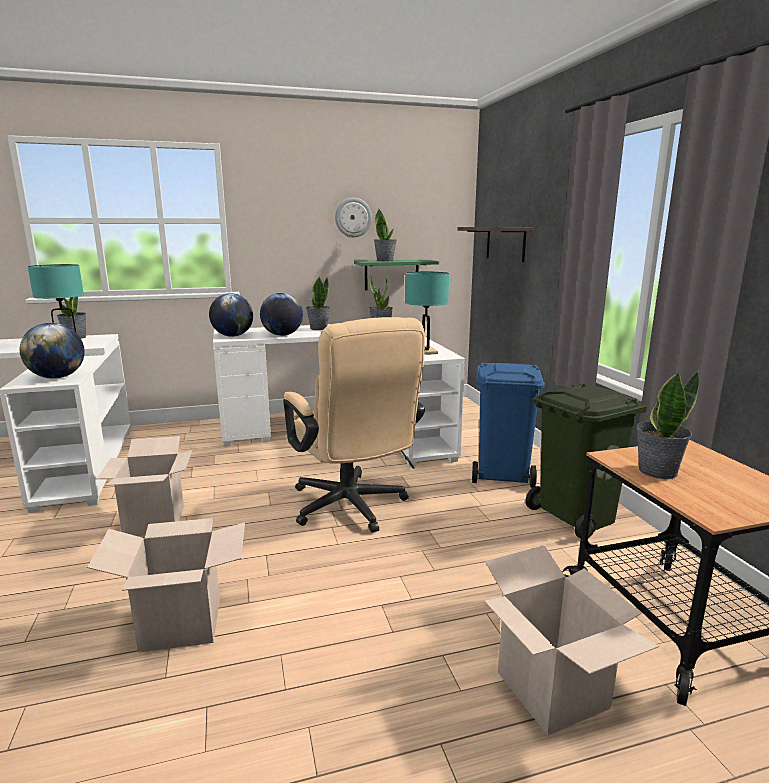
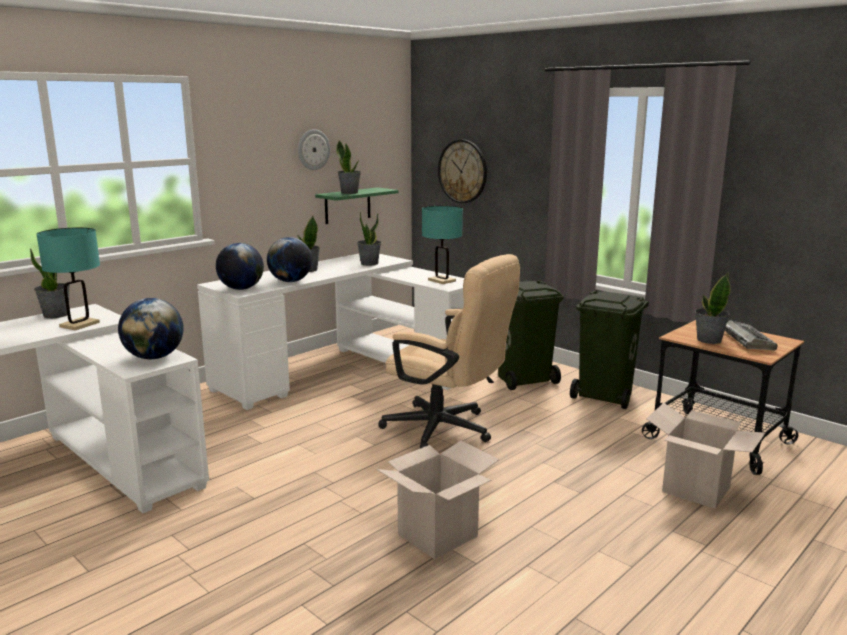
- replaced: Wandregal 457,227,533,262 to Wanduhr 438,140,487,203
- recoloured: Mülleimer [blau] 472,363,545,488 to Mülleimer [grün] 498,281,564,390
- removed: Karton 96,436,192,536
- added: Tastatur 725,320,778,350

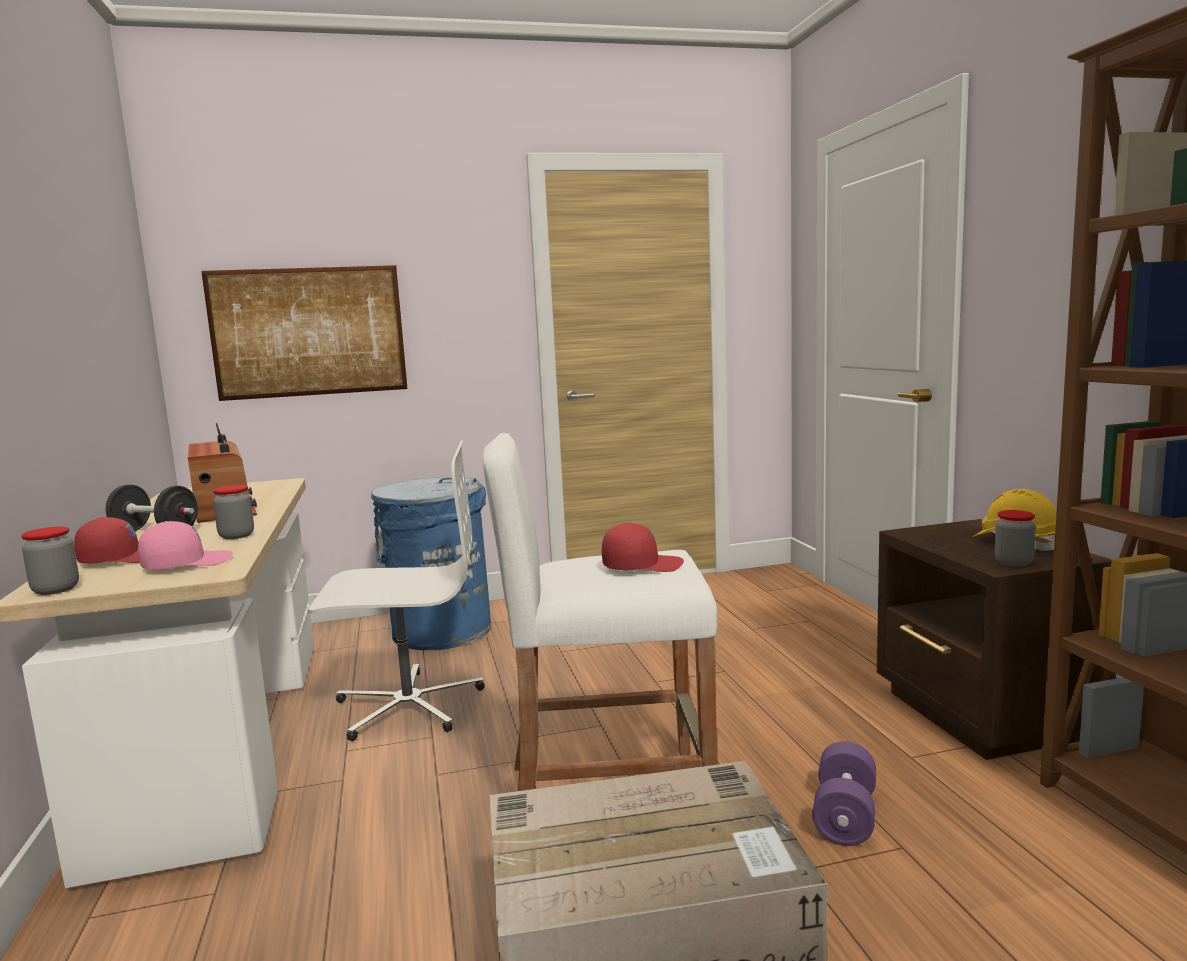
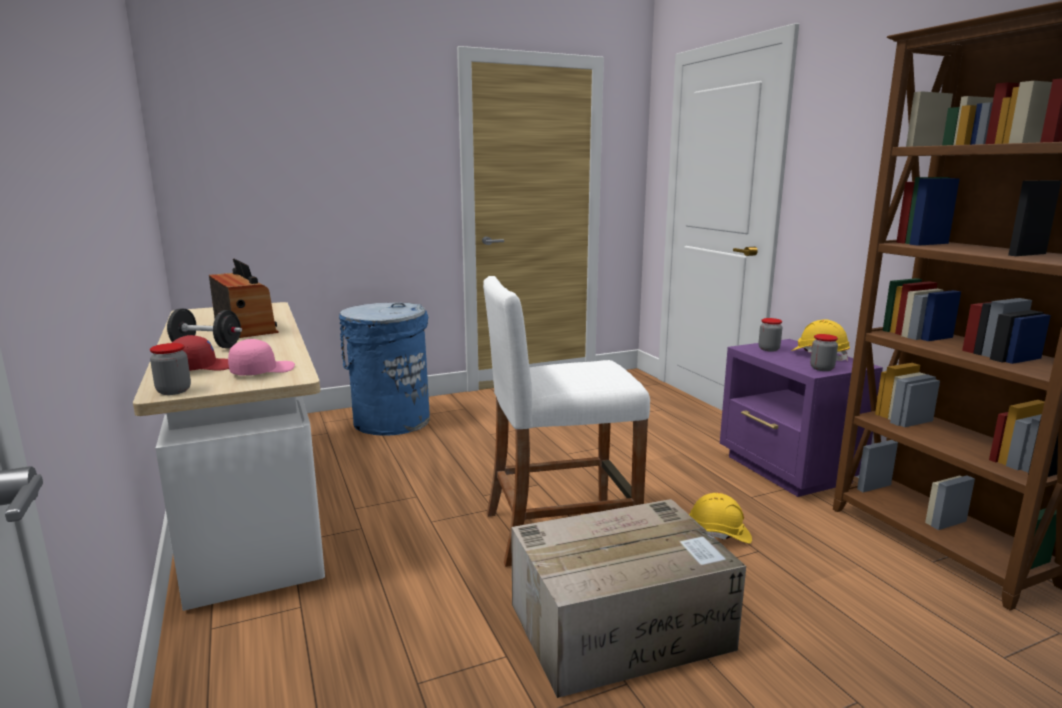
- removed: Bild 201,265,407,401
- removed: Bürostuhl [weiß] 308,441,484,741
- moved: Vorratsglas 213,485,254,539 to 758,318,782,352
- recoloured: Nachttisch [braun] 877,519,1112,760 to Nachttisch [lila] 720,339,883,497
- removed: Kappe [rot] 602,523,684,572
- replaced: Hantel [lila] 812,741,876,846 to Schutzhelm [gelb] 689,493,752,544

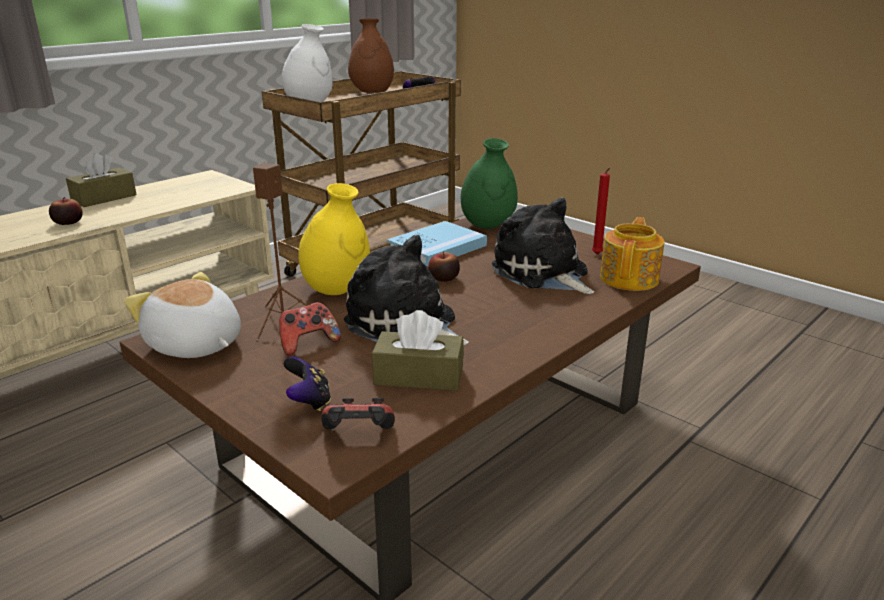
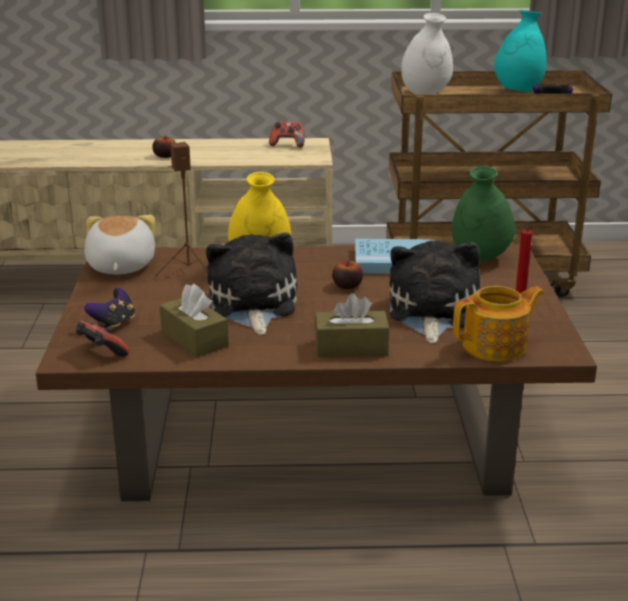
- recoloured: Vase [braun] 348,18,394,93 to Vase [türkis] 494,10,547,92
- moved: Taschentuchbox [braun] 66,153,137,207 to 314,293,390,357
- moved: Gamepad 279,302,341,355 to 269,121,304,148

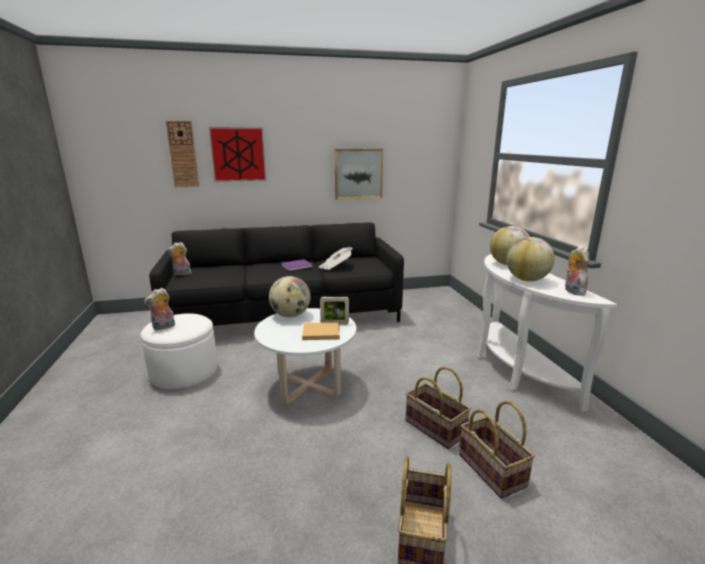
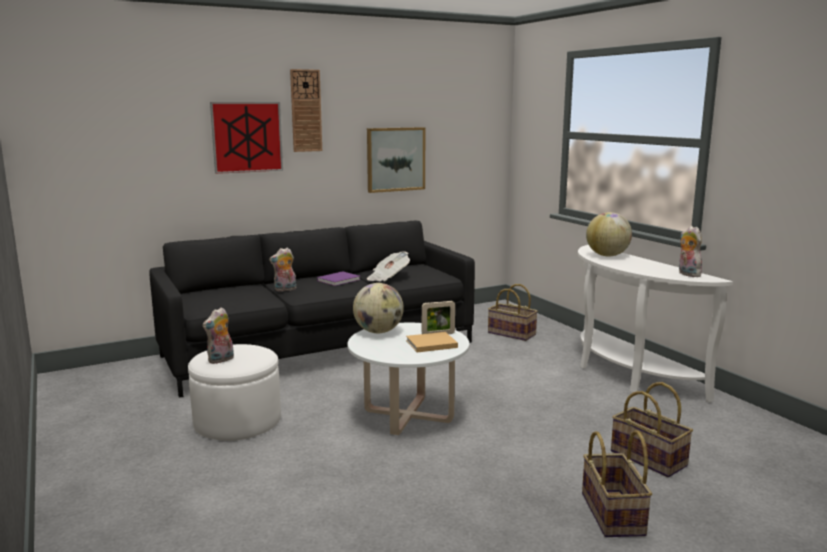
- moved: Wanduhr 166,121,199,187 to 290,69,322,152
- removed: Globus 506,237,555,281
- moved: Plüschtier 167,242,191,275 to 269,248,296,291
- moved: Korb 406,366,471,449 to 488,284,538,341

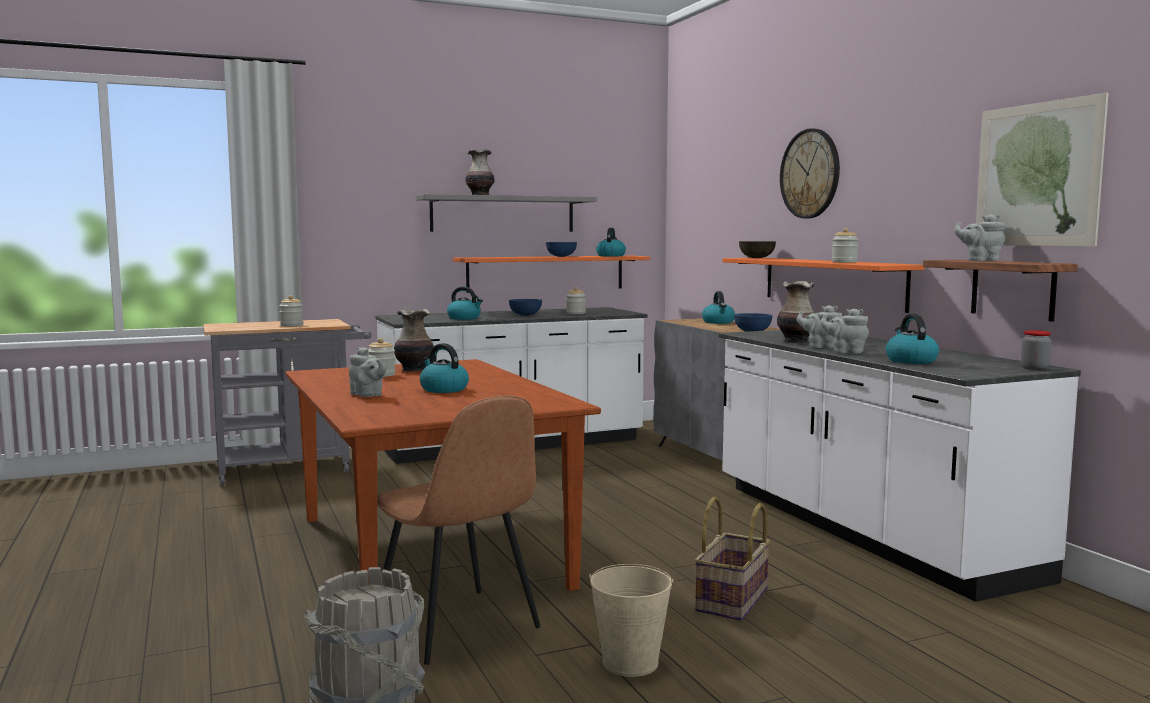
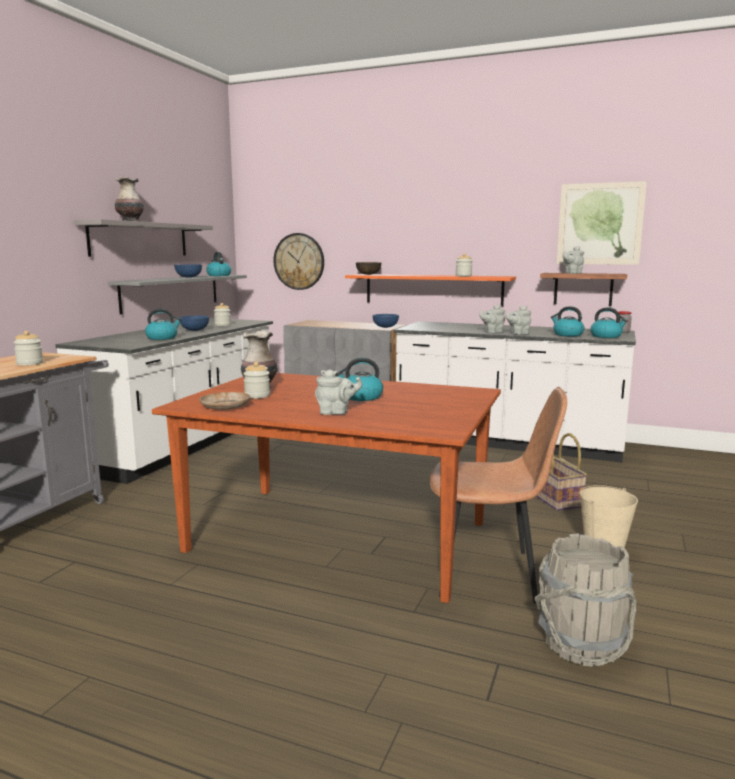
- moved: Wanduhr 780,128,840,219 to 273,233,324,290
- recoloured: Wandregal [orange] 453,256,650,293 to Wandregal [grau] 108,275,247,314
- removed: Vase 777,281,814,343
- moved: Wasserkessel 702,291,735,324 to 590,307,628,338
- added: Teller [beige] 200,392,250,410

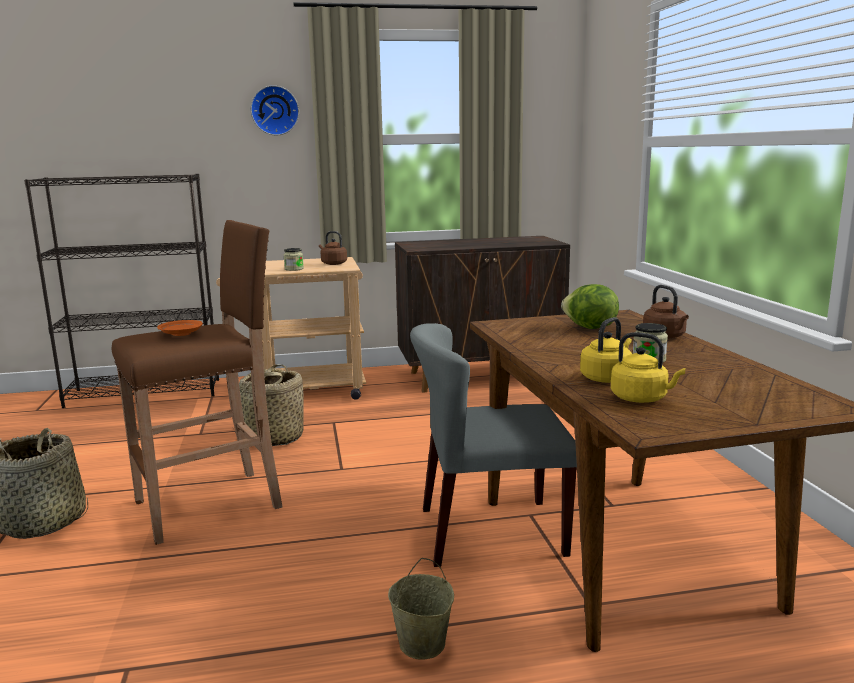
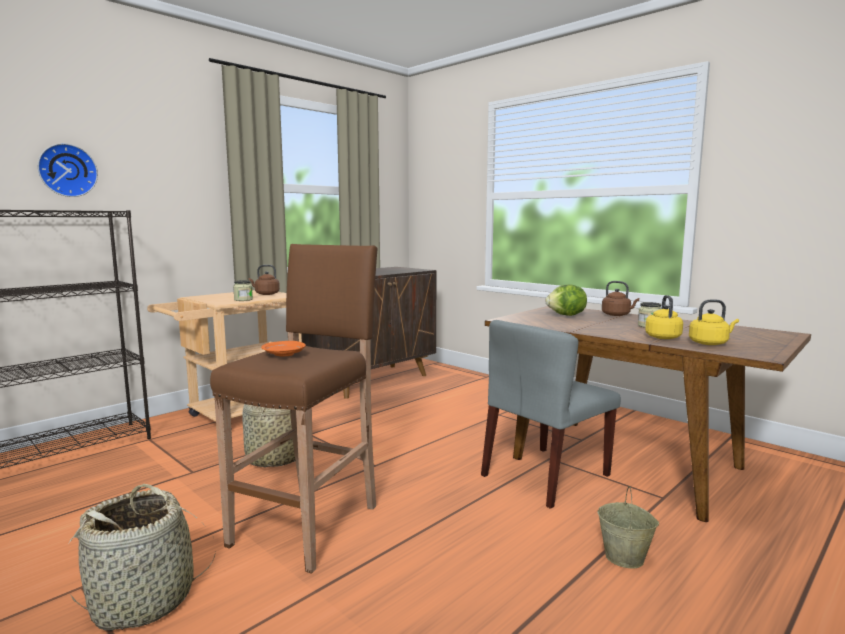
- moved: Wanduhr 250,85,299,135 to 37,143,98,197

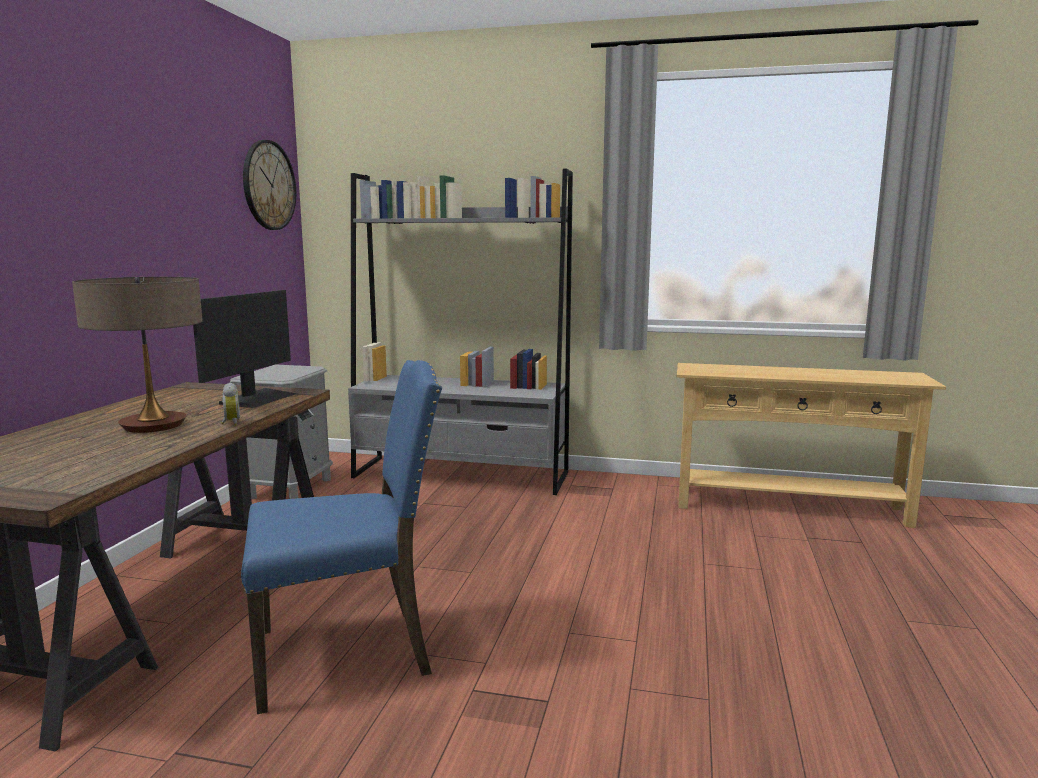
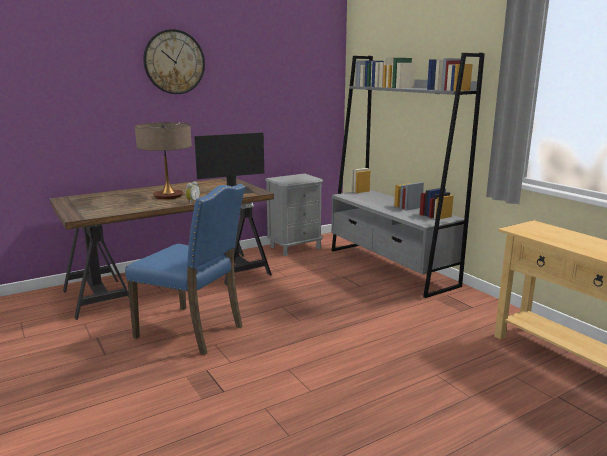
- moved: Wanduhr 243,140,296,230 to 143,29,205,94

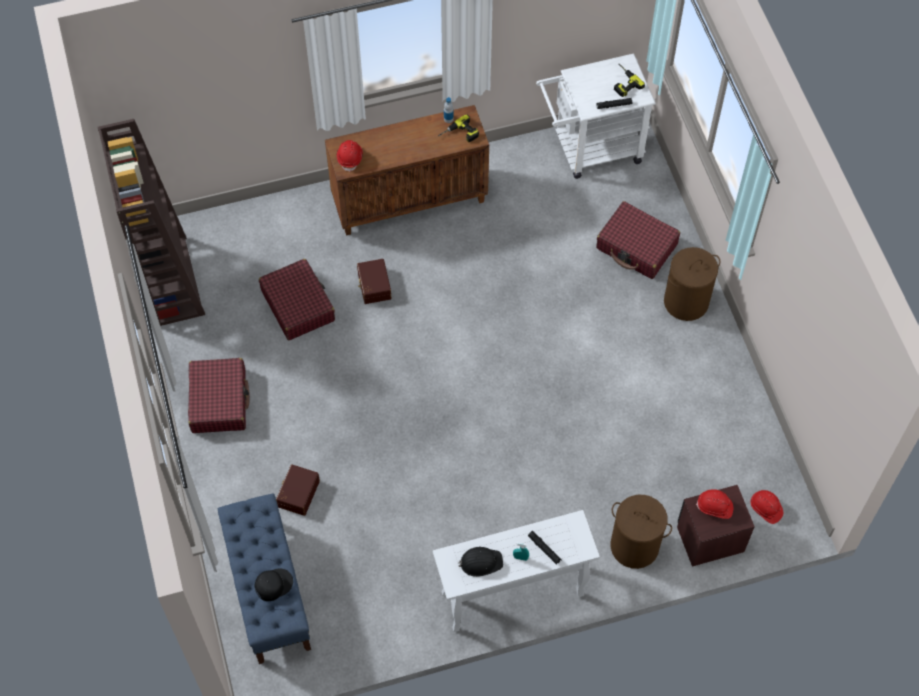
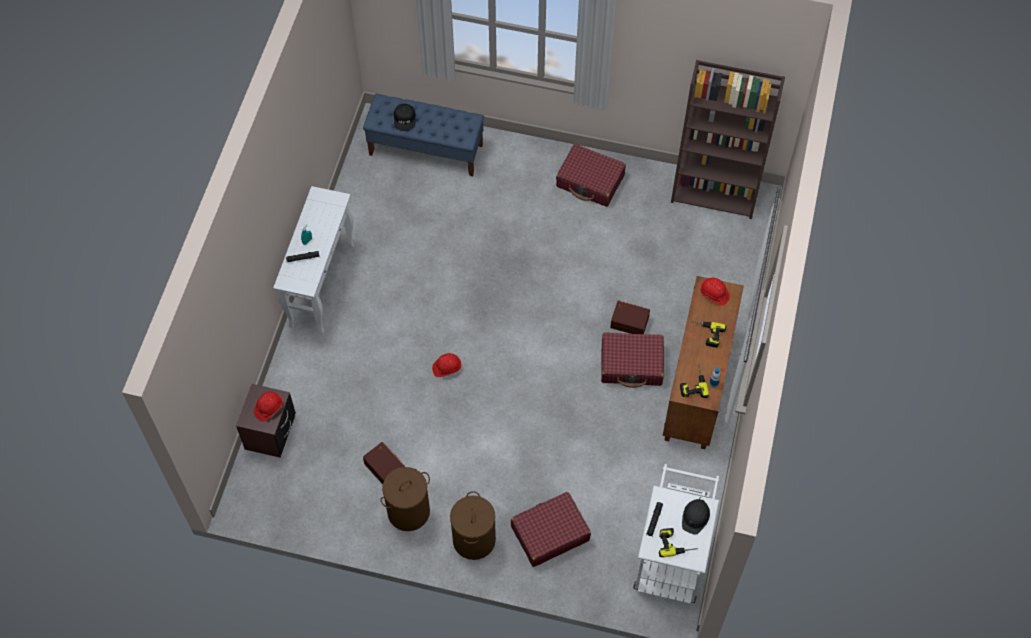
- moved: Koffer [rot] 259,259,335,340 to 601,332,664,388
- moved: Aufbewahrungsbox [braun] 276,464,320,516 to 363,442,405,484
- moved: Schutzhelm [rot] 750,490,783,524 to 432,353,462,377
- moved: Wäschekorb [braun] 611,495,672,569 to 381,467,430,531
- moved: Schutzhelm [schwarz] 458,547,503,577 to 682,497,710,535
- added: Bohrmaschine 690,321,727,347

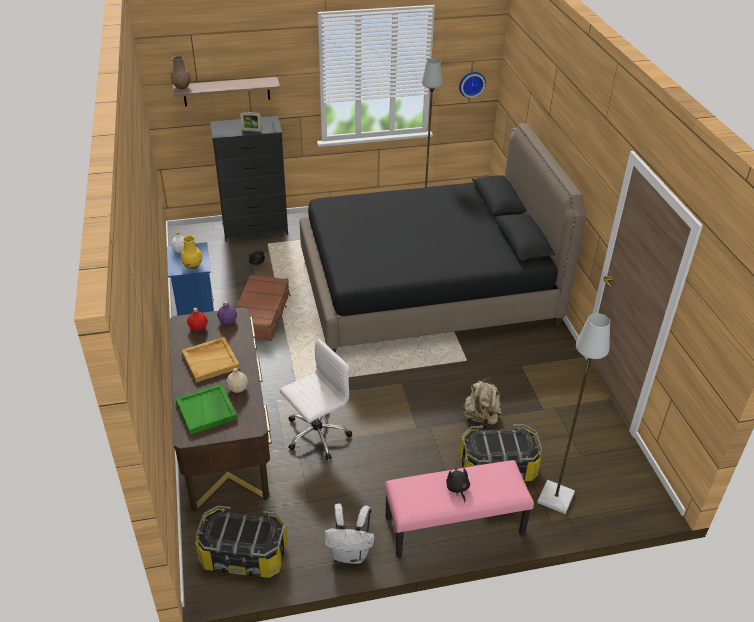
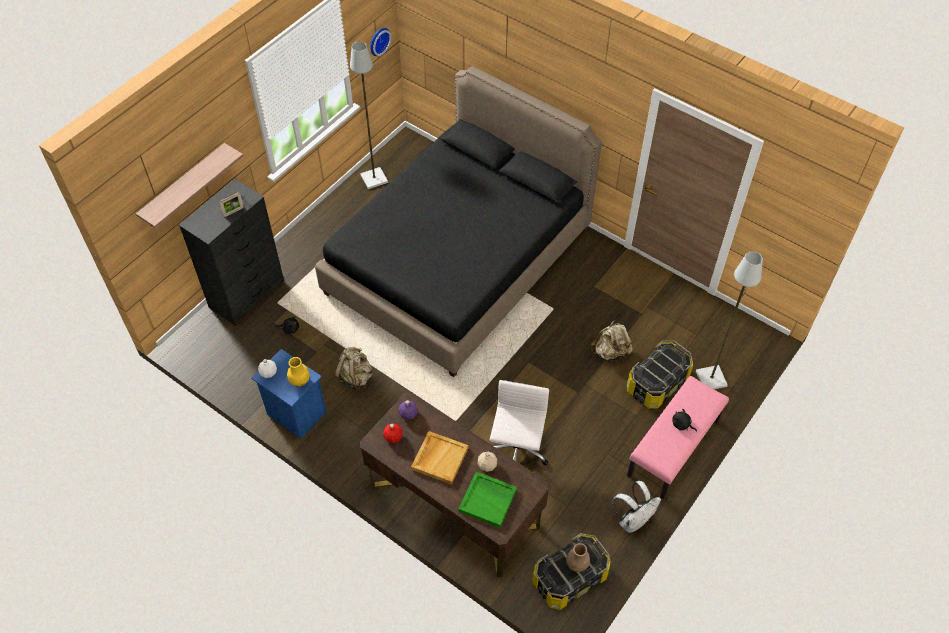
- moved: Vase [braun] 171,56,191,89 to 566,543,590,572
- replaced: Koffer [braun] 235,275,291,341 to Rucksack [beige] 335,347,372,392

